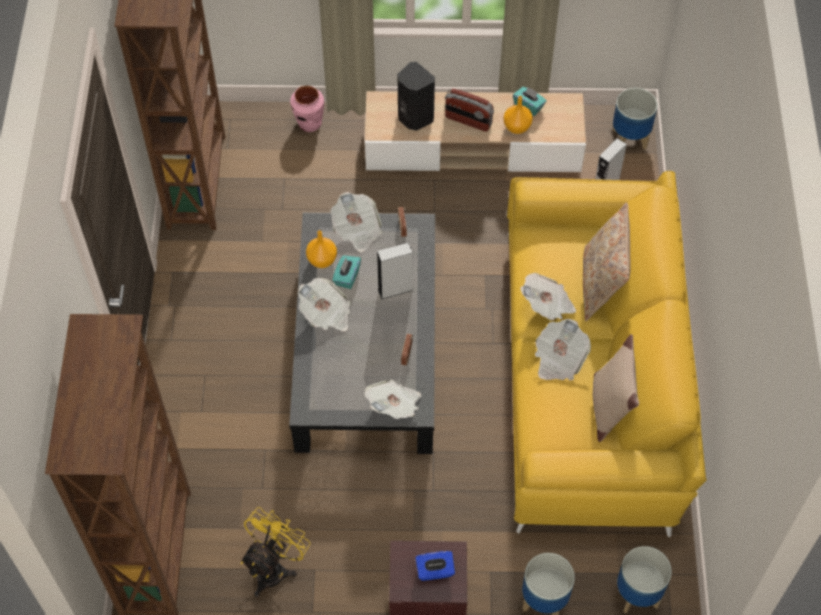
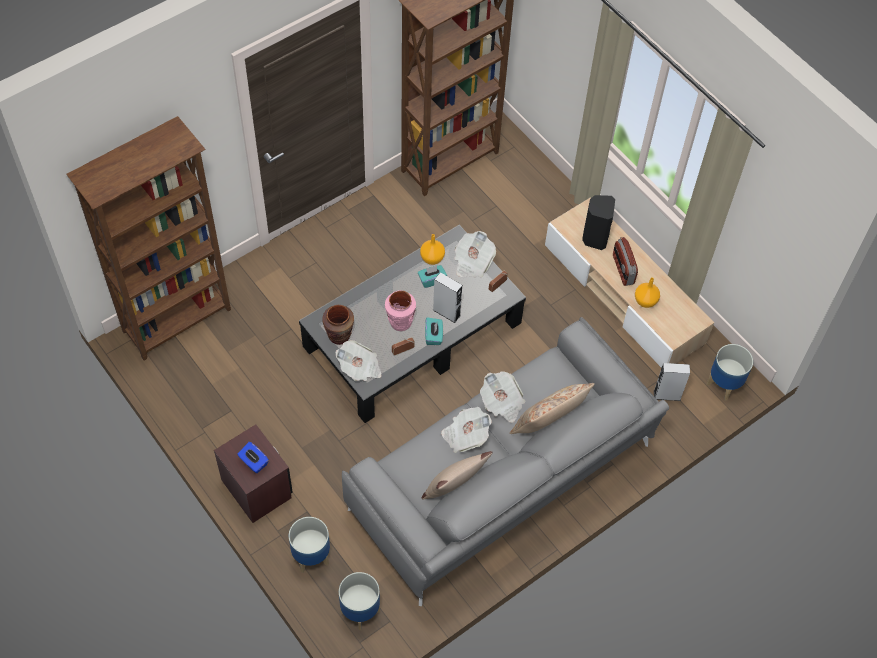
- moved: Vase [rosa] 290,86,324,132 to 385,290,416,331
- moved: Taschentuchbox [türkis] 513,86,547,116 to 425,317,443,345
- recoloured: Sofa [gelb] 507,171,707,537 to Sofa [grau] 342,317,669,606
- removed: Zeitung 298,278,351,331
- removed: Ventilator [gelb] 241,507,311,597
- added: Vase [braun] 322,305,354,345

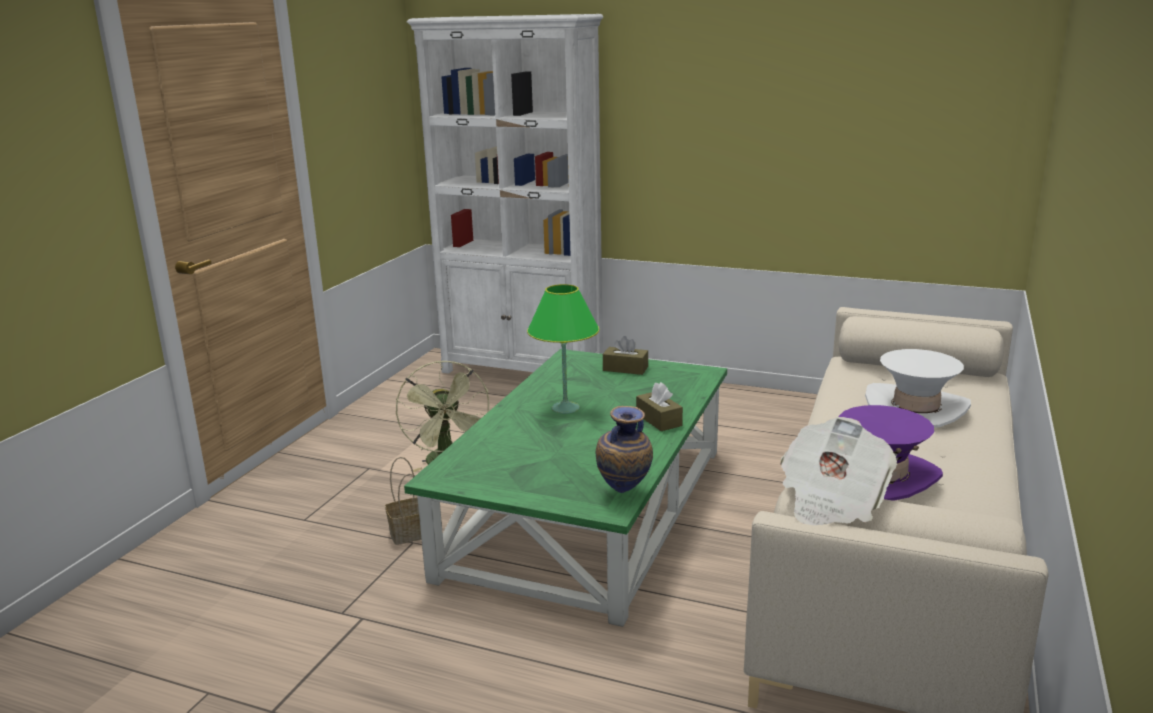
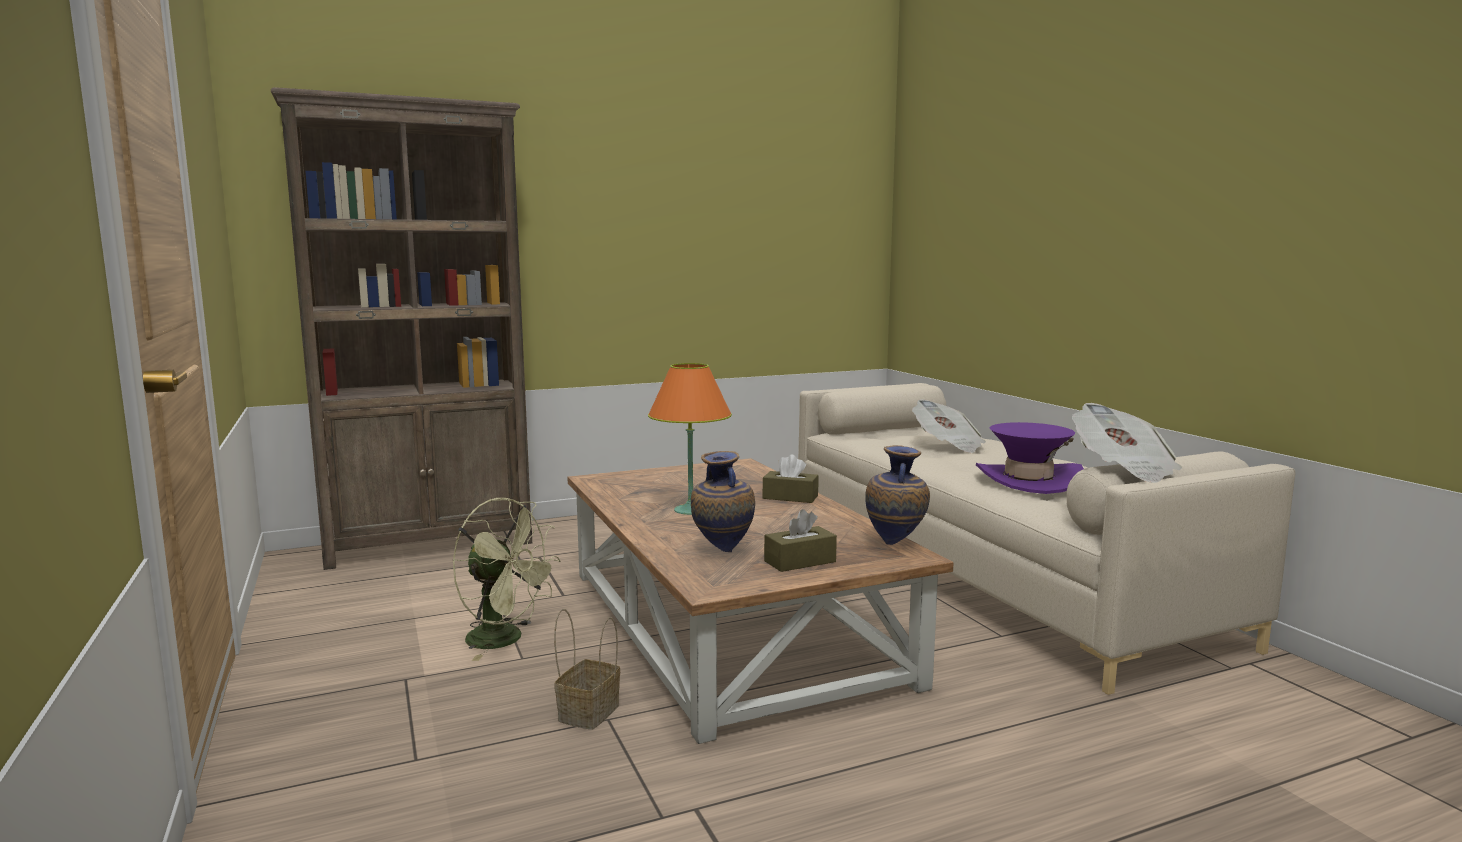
- recoloured: Bücherregal [weiß] 407,14,603,374 to Bücherregal [braun] 271,87,532,570
- recoloured: Tischlampe [grün] 527,284,599,414 to Tischlampe [orange] 648,363,732,515
- moved: Taschentuchbox [braun] 603,336,648,375 to 764,509,837,572
- recoloured: Couchtisch [grün] 404,349,727,627 to Couchtisch [braun] 567,458,953,744
- replaced: Hut [weiß] 865,349,971,428 to Zeitung 912,399,986,453
- added: Vase 691,451,755,552

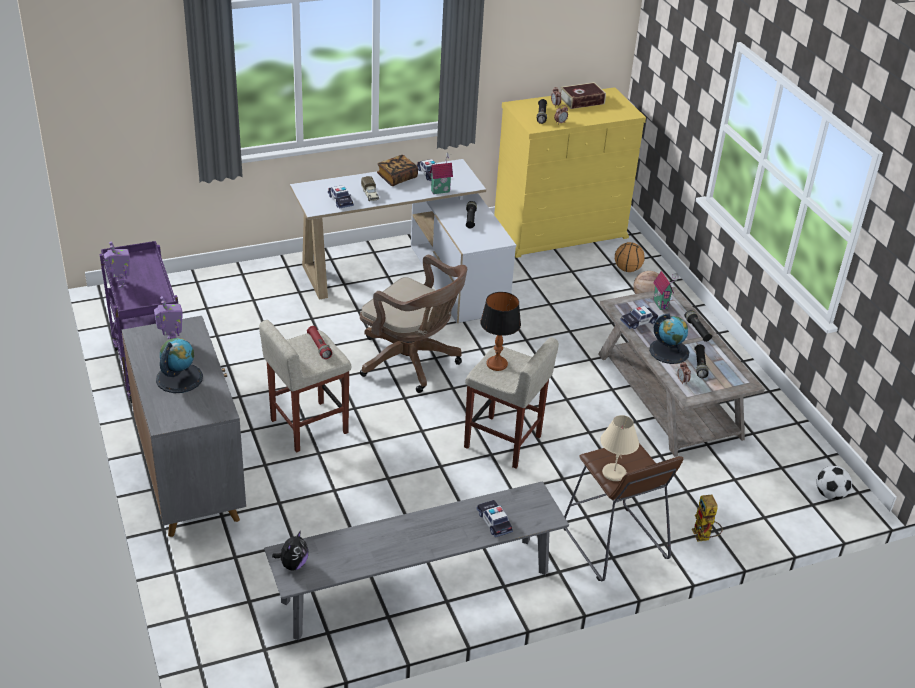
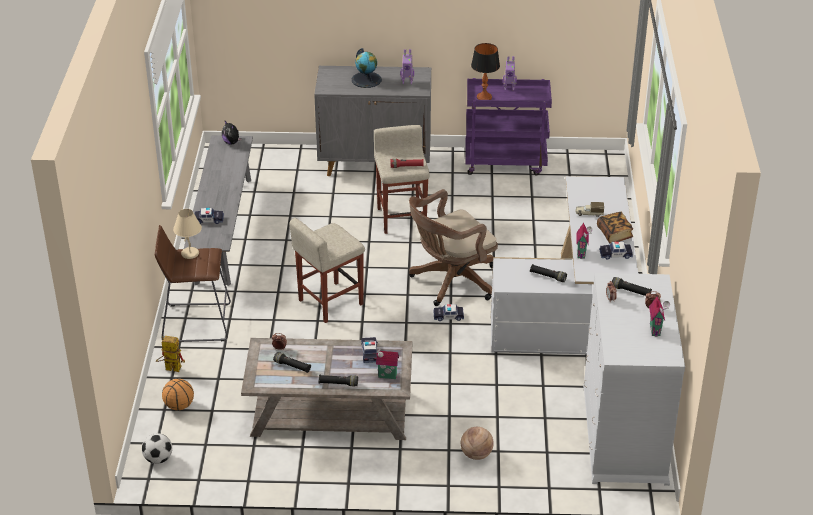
- replaced: Buch 561,82,606,109 to Spielzeughaus 649,296,670,337
- recoloured: Kommode [gelb] 494,87,646,258 to Kommode [weiß] 583,273,685,486
- moved: Spielzeugauto 328,185,354,209 to 433,304,464,321
- moved: Basketball 615,242,645,272 to 162,379,194,410
- moved: Tischlampe 480,292,521,371 to 471,43,500,100
- removed: Globus 649,313,689,364

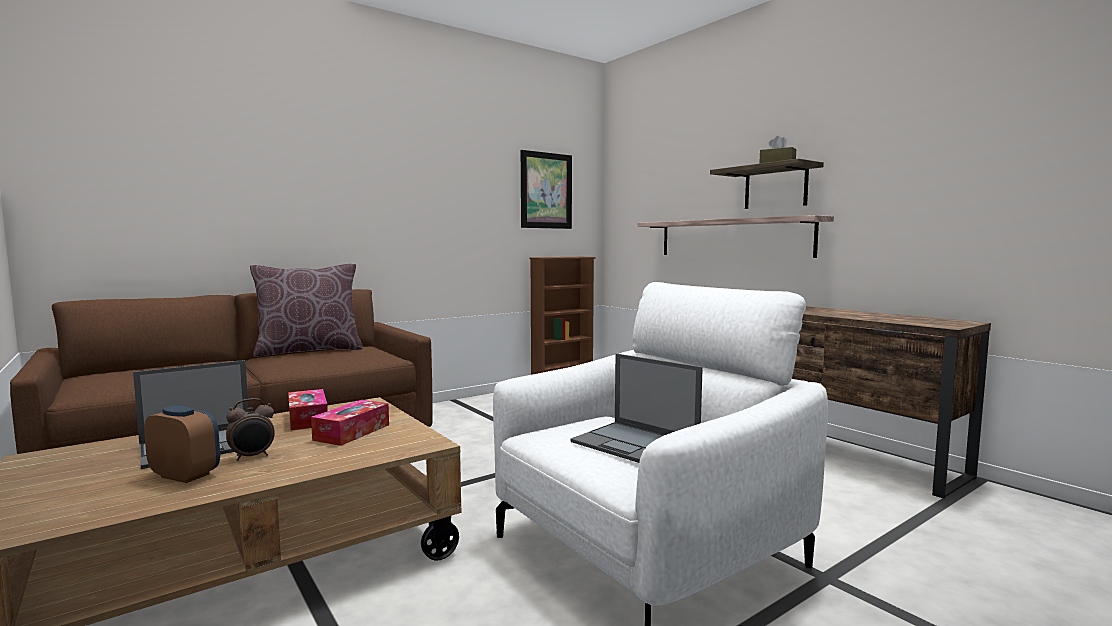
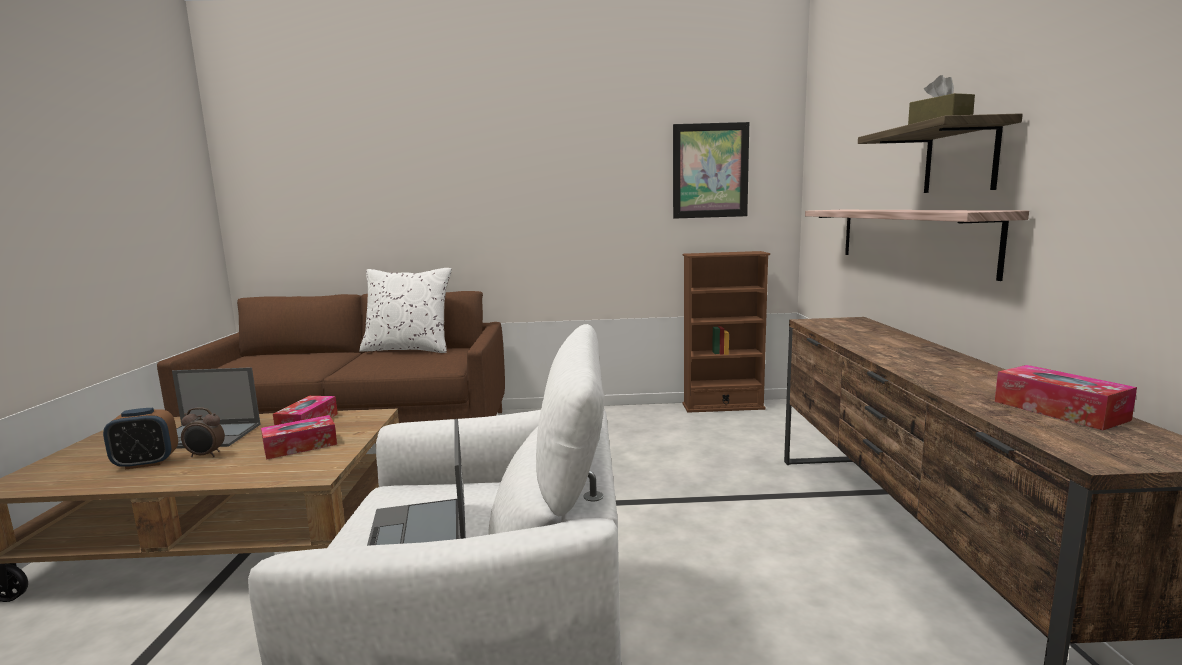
- recoloured: Kissen [braun] 250,264,363,357 to Kissen [weiß] 359,268,452,353
- turned: Wecker 144,406,220,483 = 103,408,178,470 105 degrees clockwise
- added: Taschentuchbox 995,365,1137,430

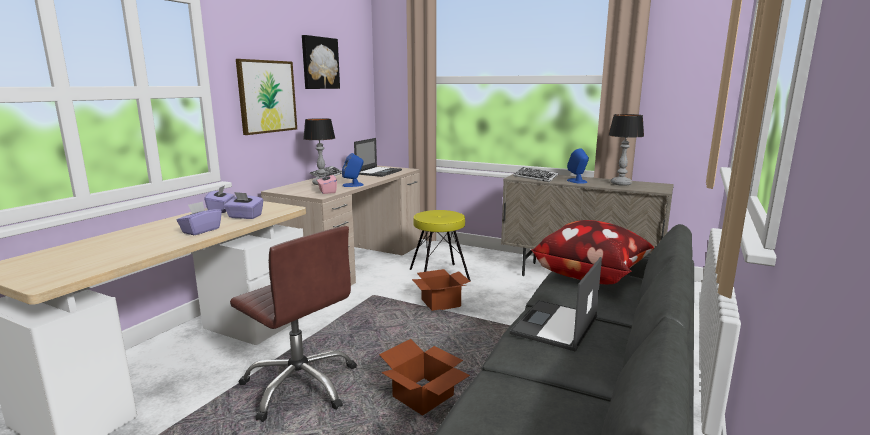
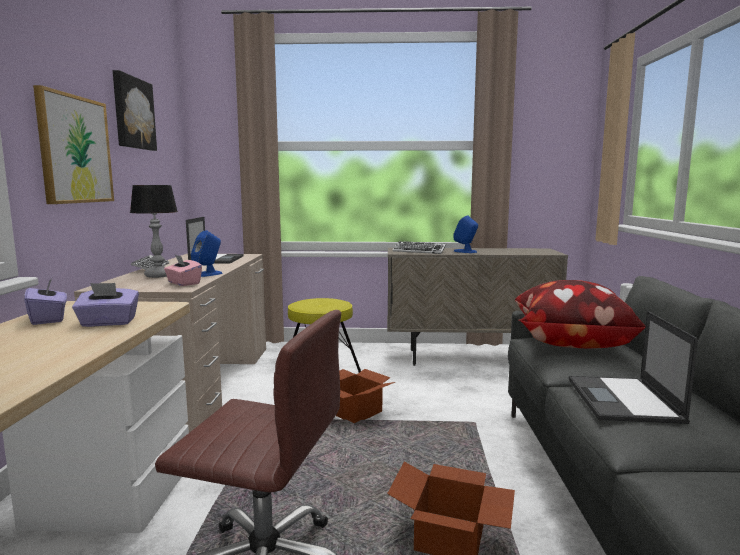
- removed: Tischlampe 609,114,644,186
- removed: Taschentuchbox [lila] 176,201,222,235

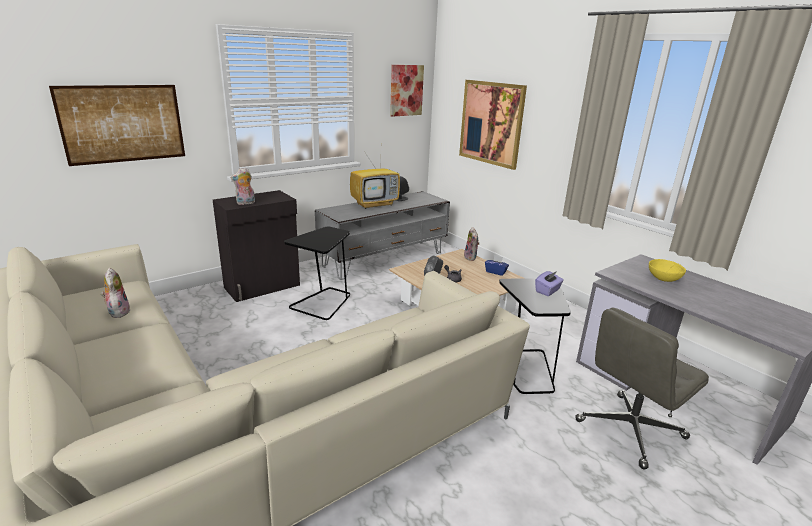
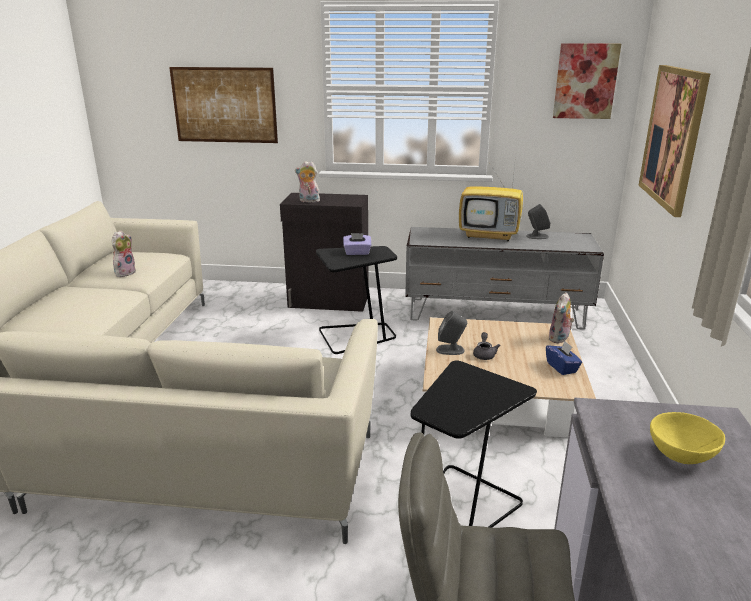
- moved: Taschentuchbox [lila] 535,271,564,296 to 343,233,371,255

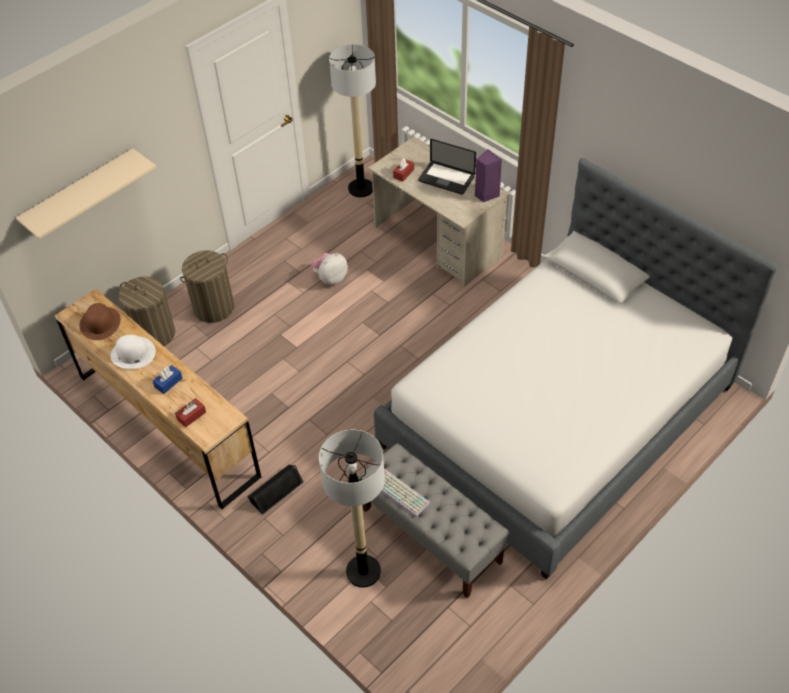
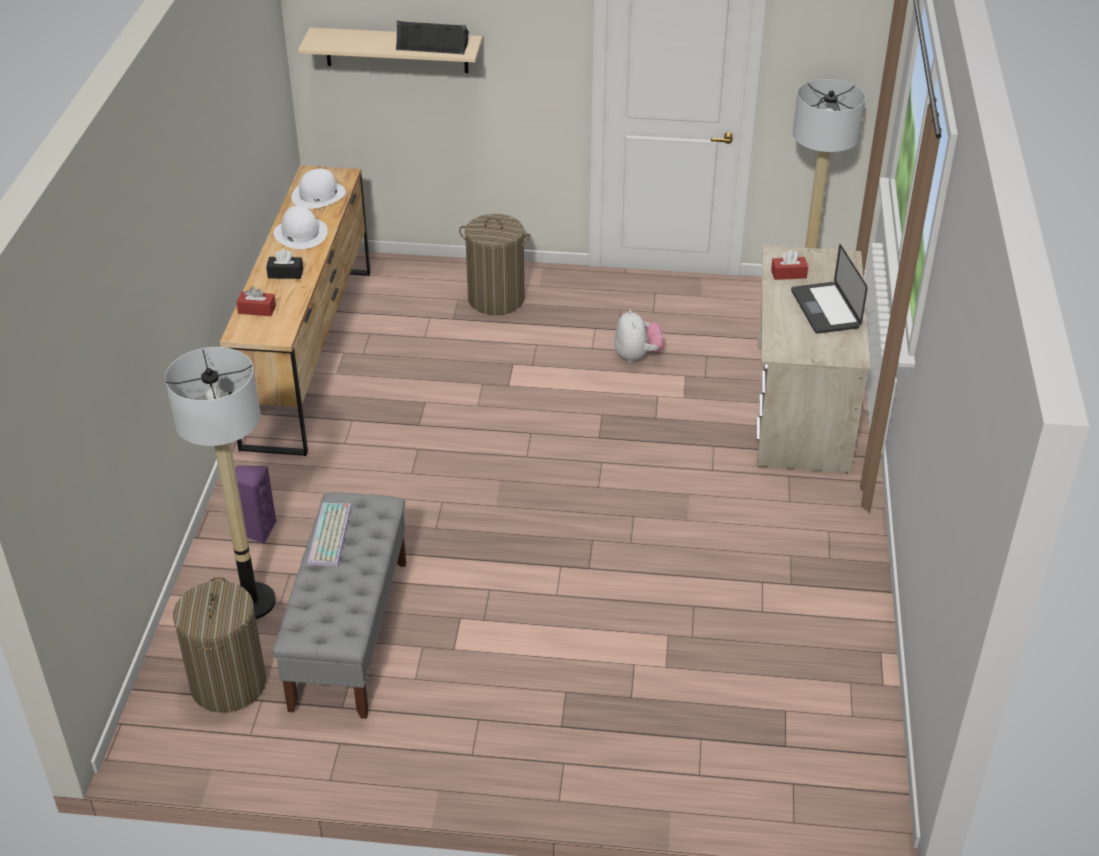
- moved: Lautsprecher [lila] 475,149,502,203 to 235,465,276,544
- removed: Bett 374,158,777,580
- turned: Plüschtier 311,253,348,285 = 614,310,664,363 75 degrees clockwise
- moved: Wäschekorb 119,276,175,346 to 173,577,266,713
- recoloured: Hut [braun] 79,303,121,340 to Hut [weiß] 291,169,346,209
- recoloured: Taschentuchbox [blau] 153,365,182,394 to Taschentuchbox [schwarz] 266,249,303,279
- moved: Lautsprecher [schwarz] 247,464,304,515 to 396,21,469,55

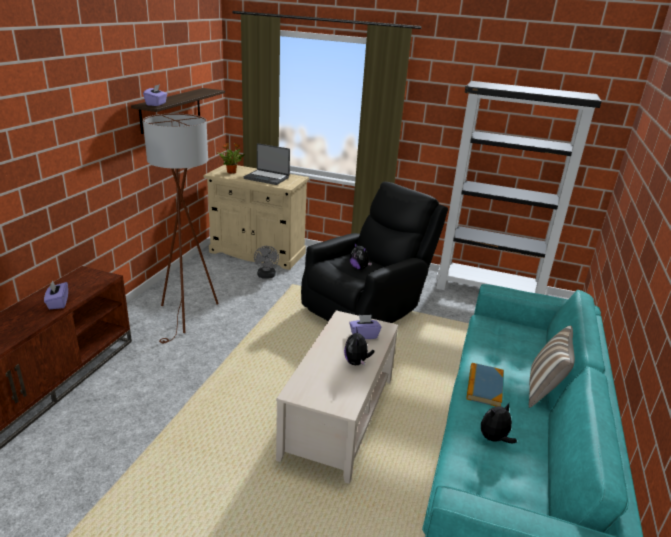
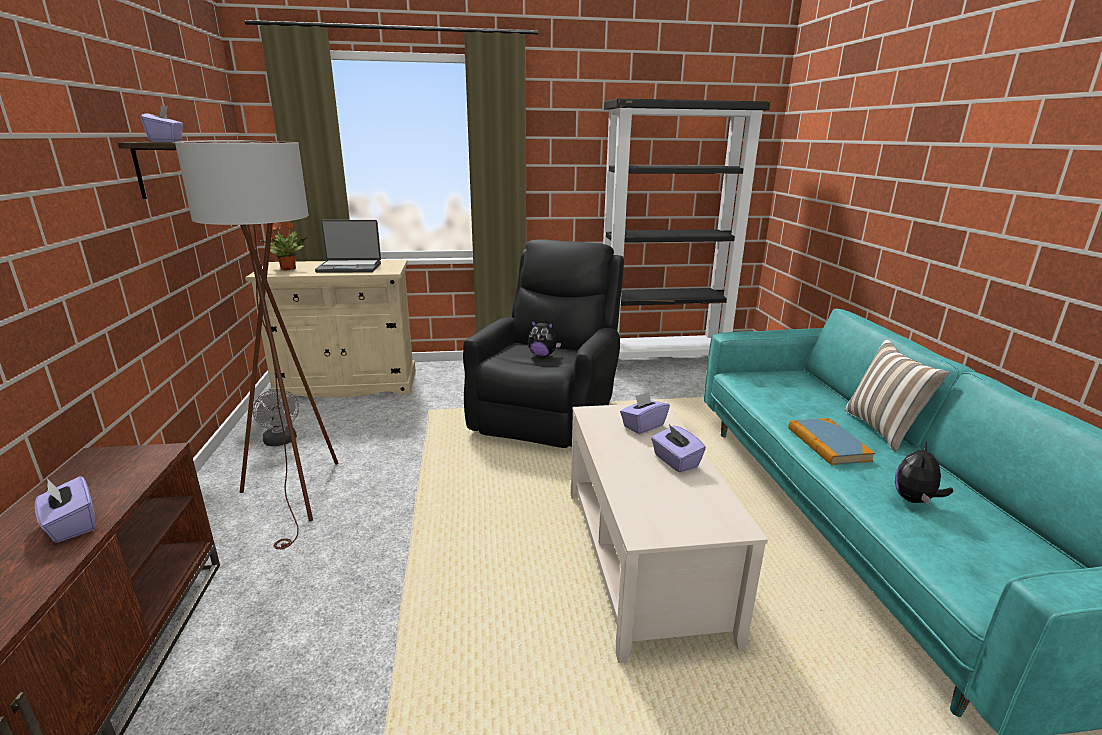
- moved: Ventilator [grau] 254,246,279,279 to 253,389,299,446
- replaced: Plüschtier 344,327,374,366 to Taschentuchbox [lila] 651,424,706,473

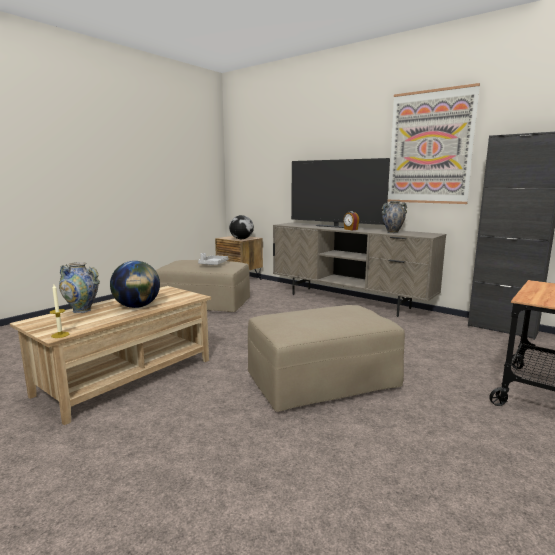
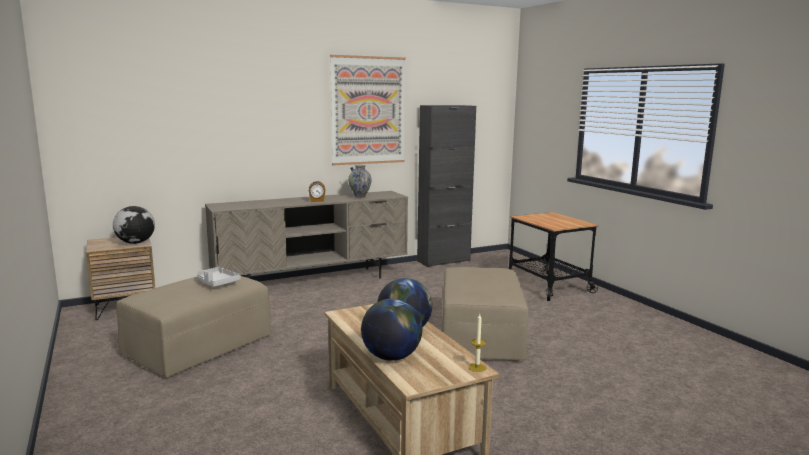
- removed: Fernseher 291,158,390,228
- replaced: Vase 59,262,100,313 to Globus 361,299,422,361

